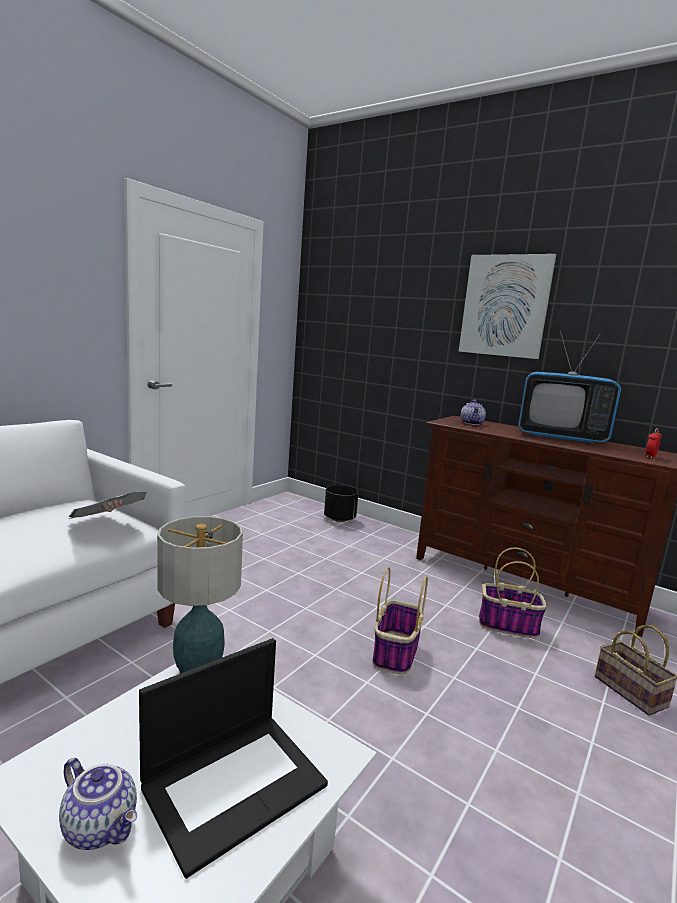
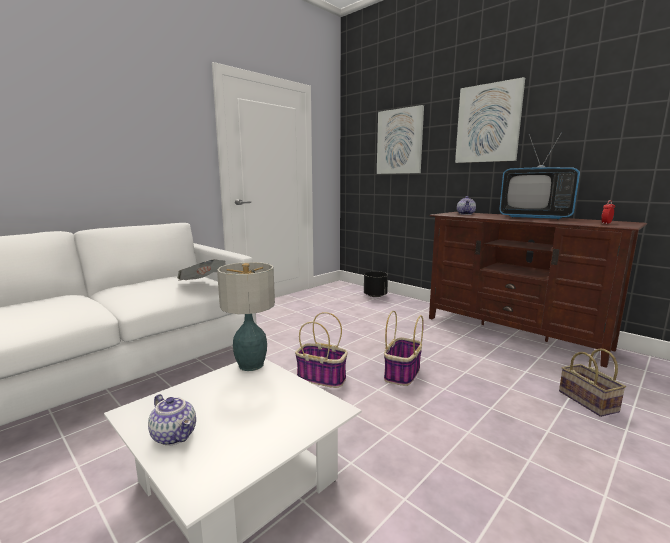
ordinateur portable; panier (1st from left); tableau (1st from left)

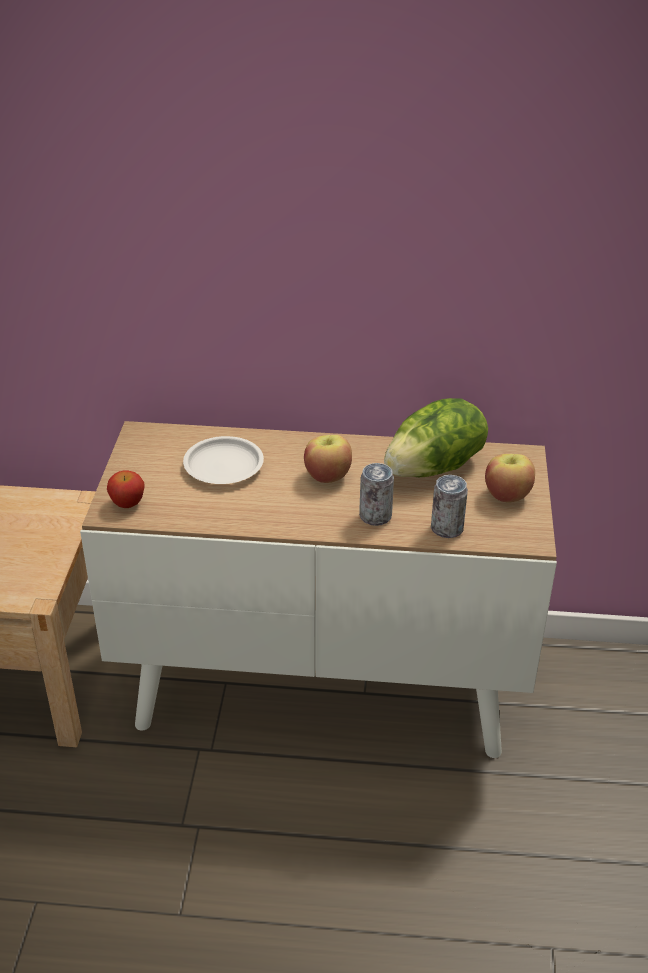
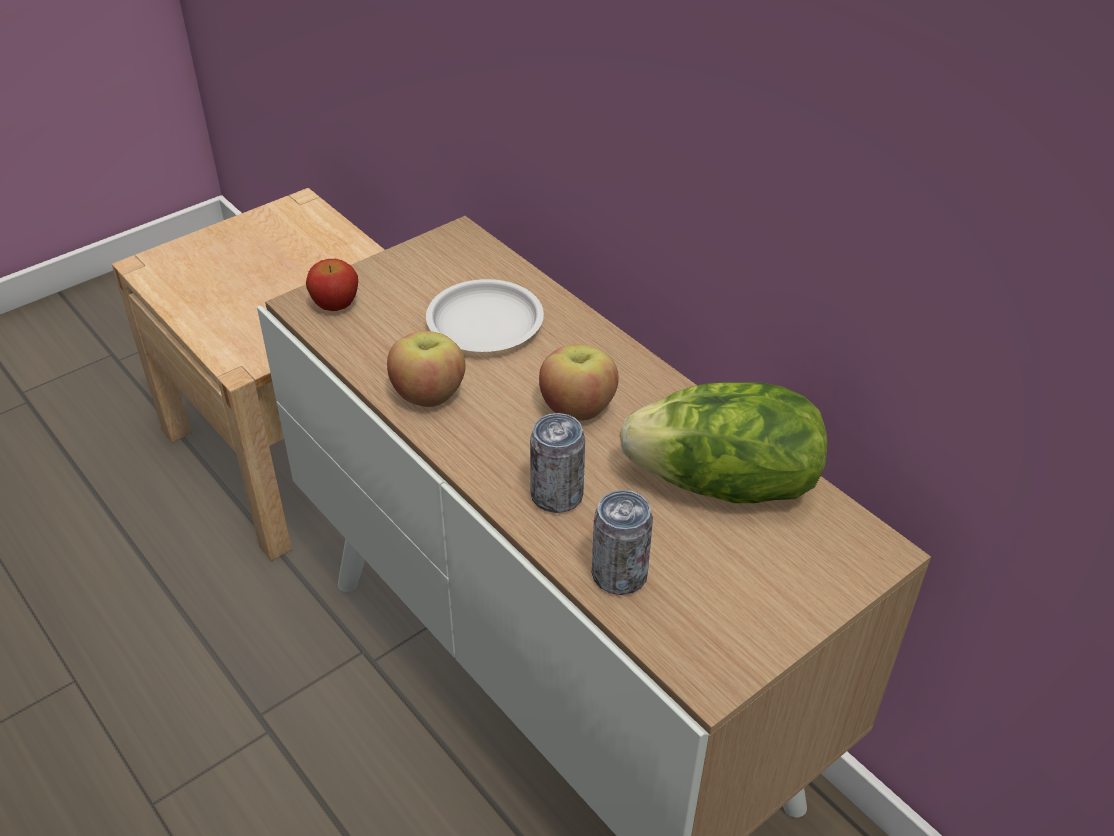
pomme (2nd from left)

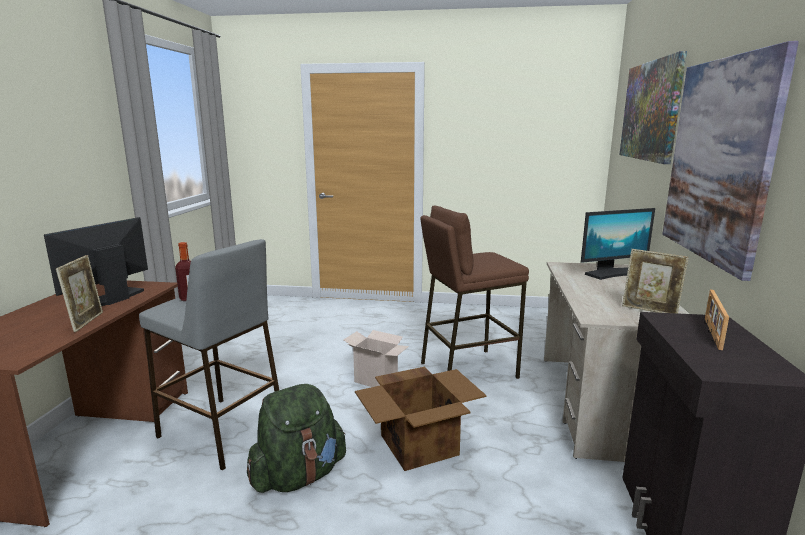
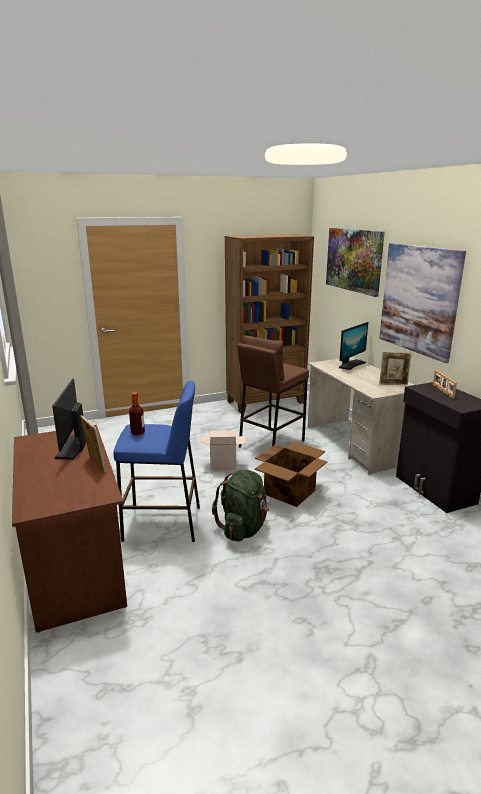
tabouret [bleu]; bibliothèque [marron]

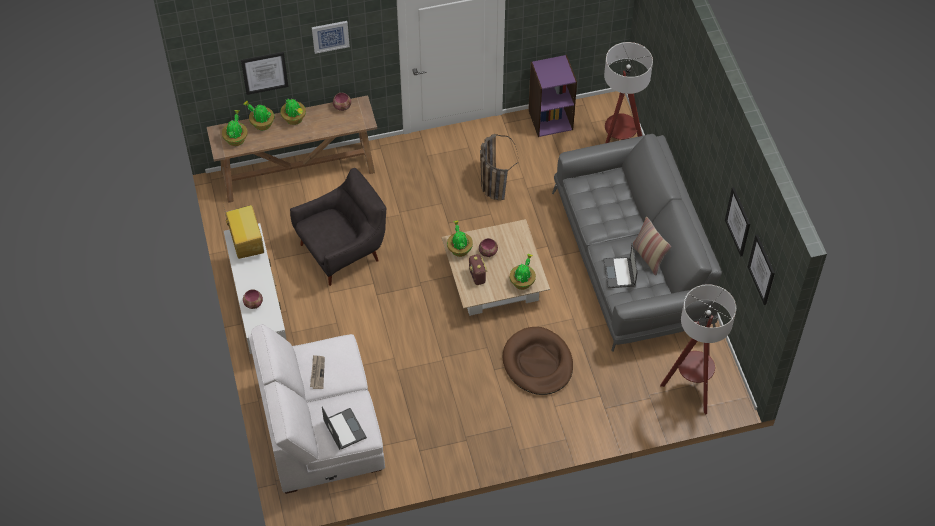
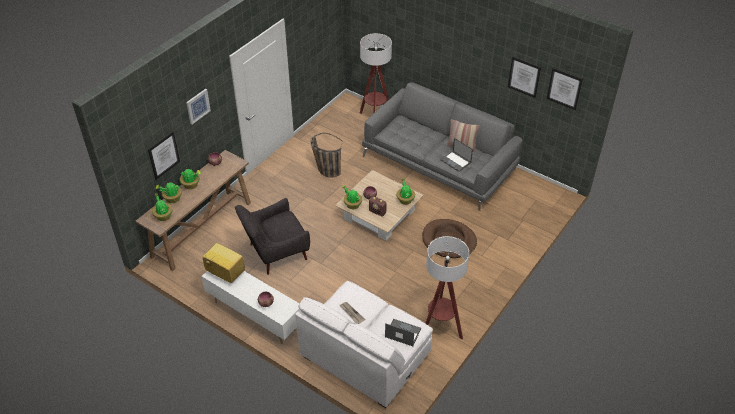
fauteuil [gris]; bibliothèque [violet]; lampadaire (2nd from left)

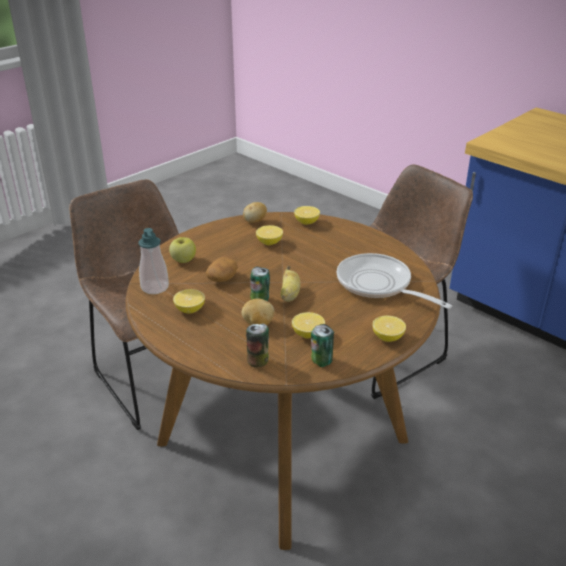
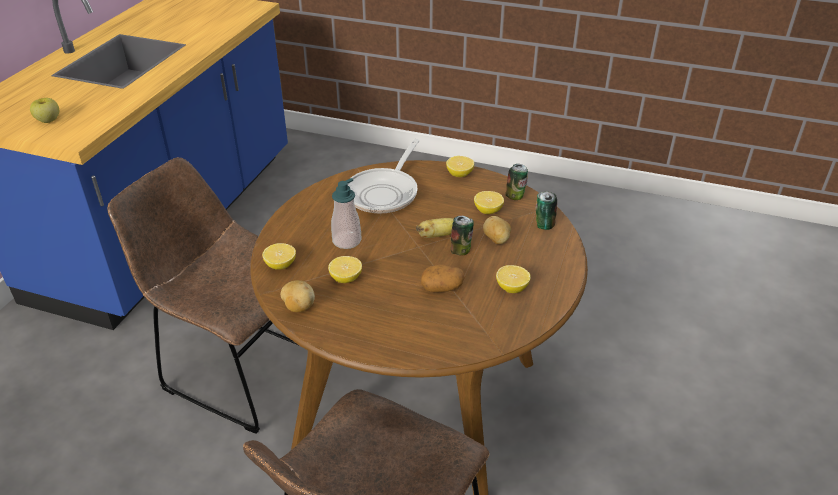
distributeur de savon; pomme

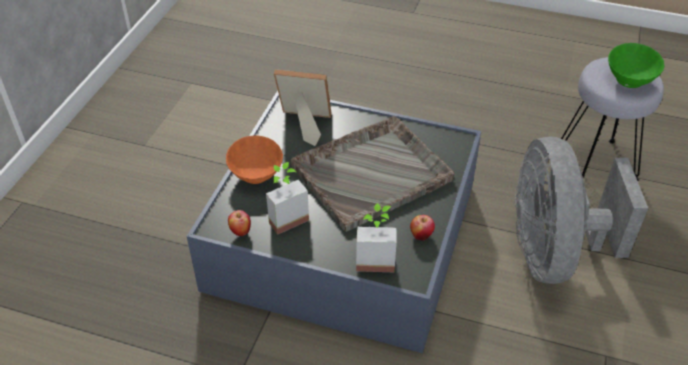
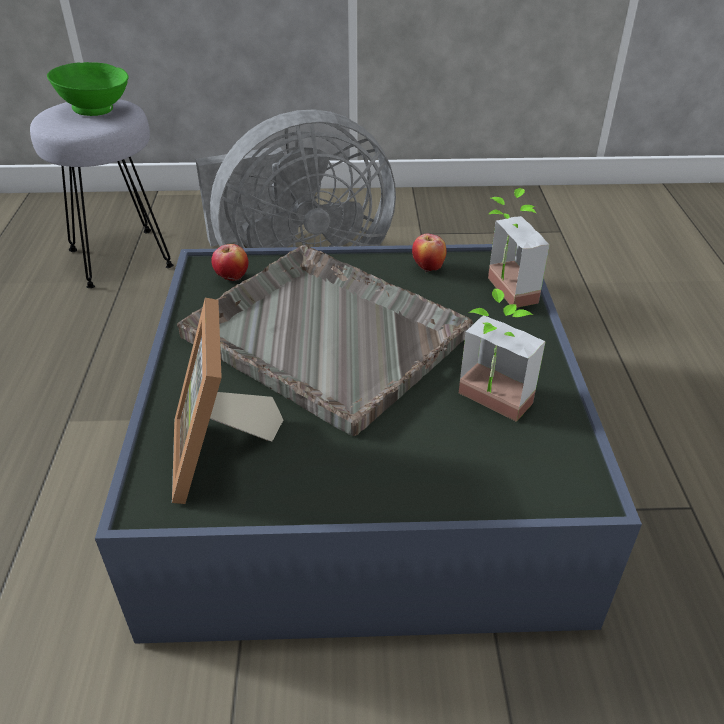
bol [orange]; pomme (1st from left)

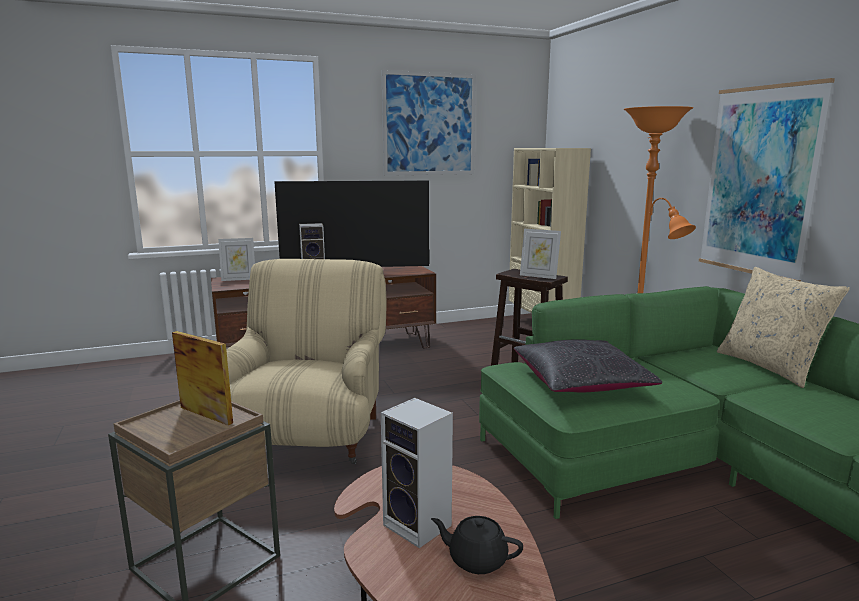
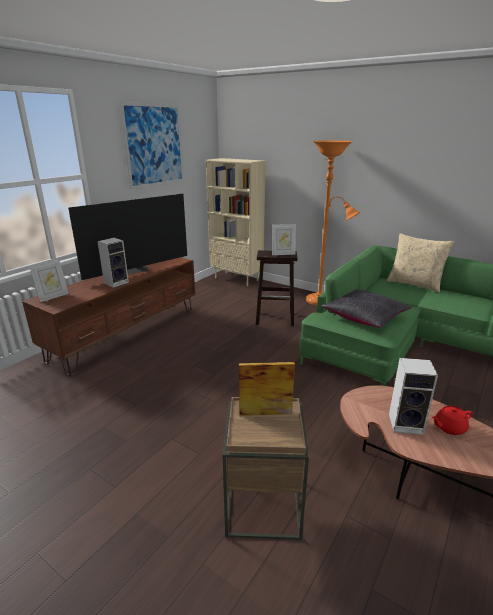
fauteuil [beige]; théière [rouge]; tableau (2nd from left in the first image)

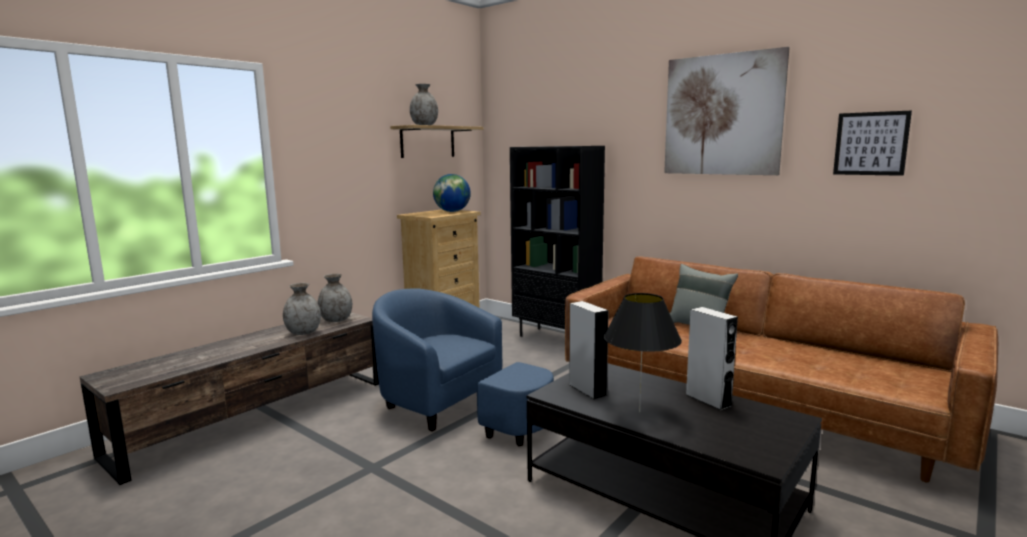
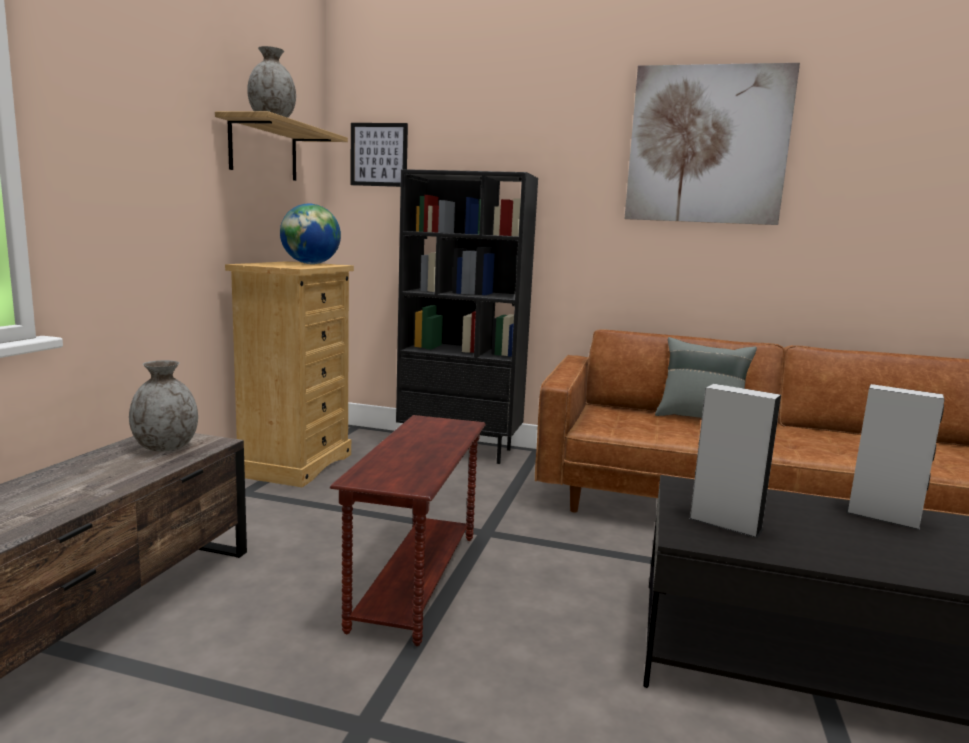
vase [gris] (1st from left in the first image); table d'appoint [marron]; lampe de table [noir]; tableau (1st from left)

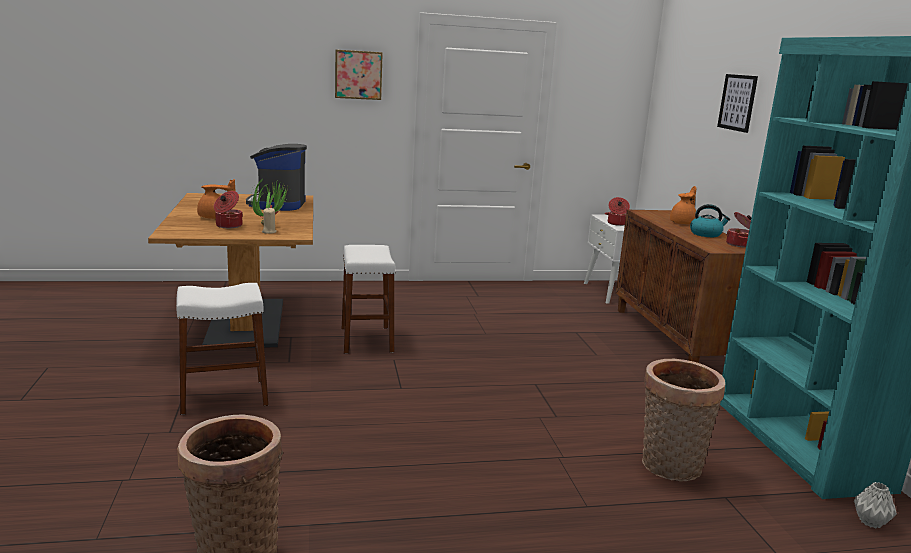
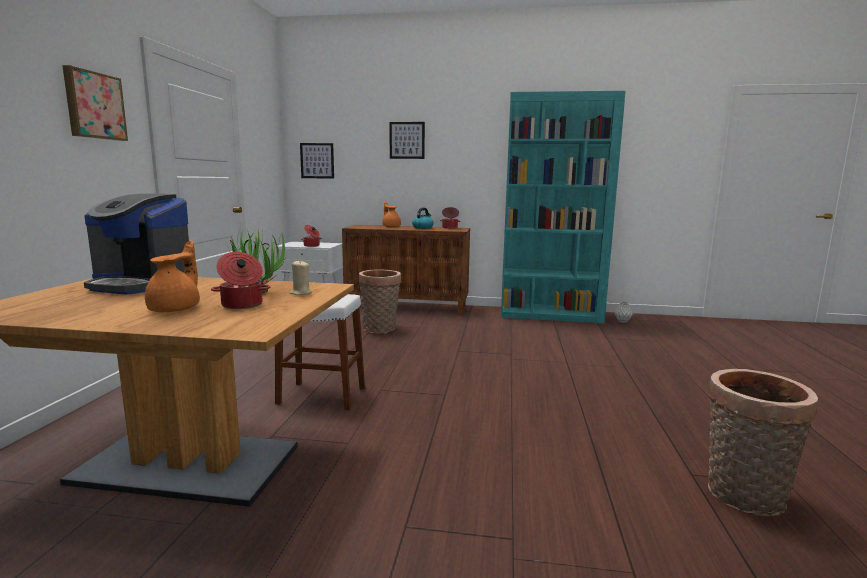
tabouret [blanc] (1st from left in the first image); panier (1st from left); tableau (2nd from left)

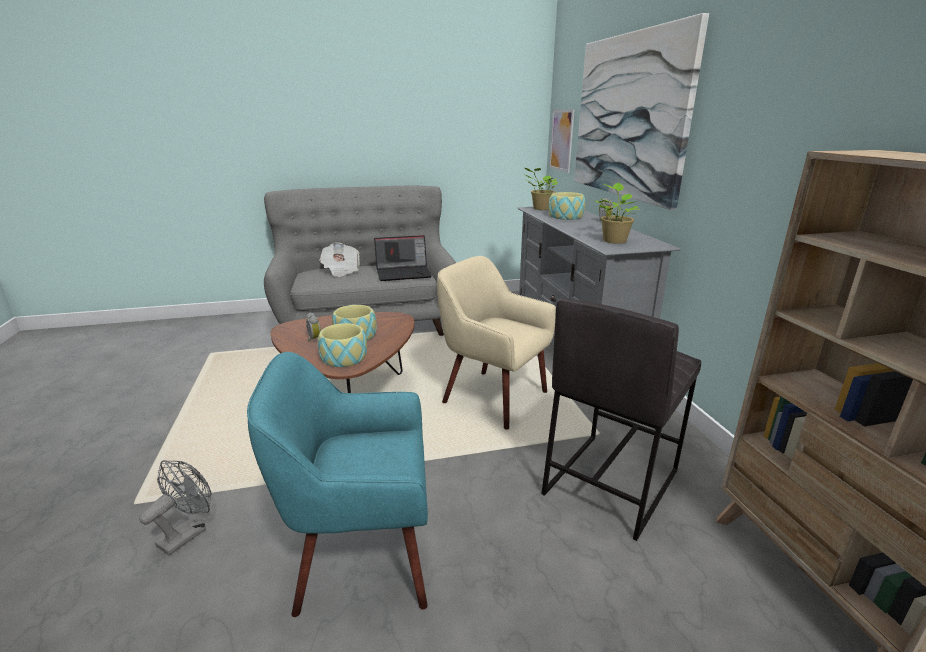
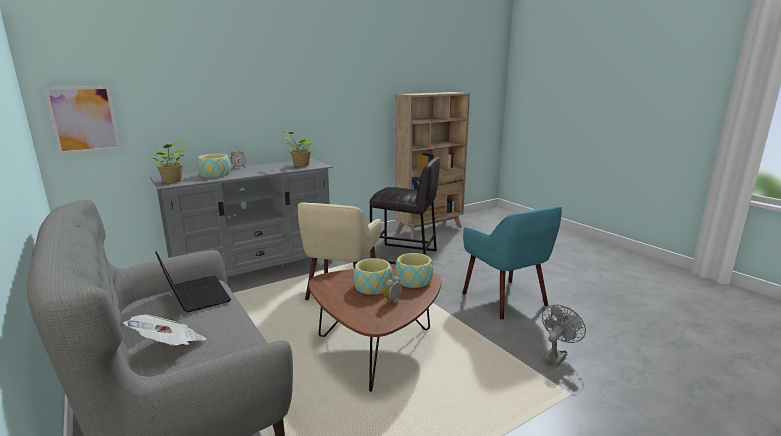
ventilateur [gris]; tableau (2nd from left in the first image)

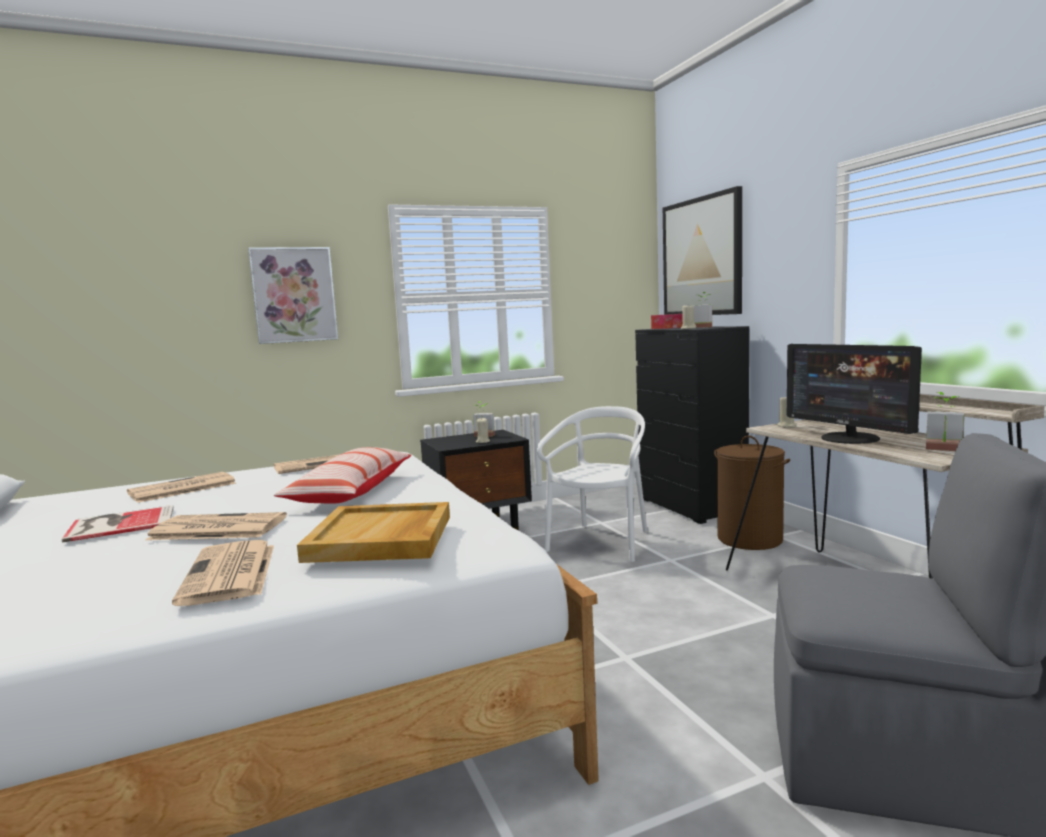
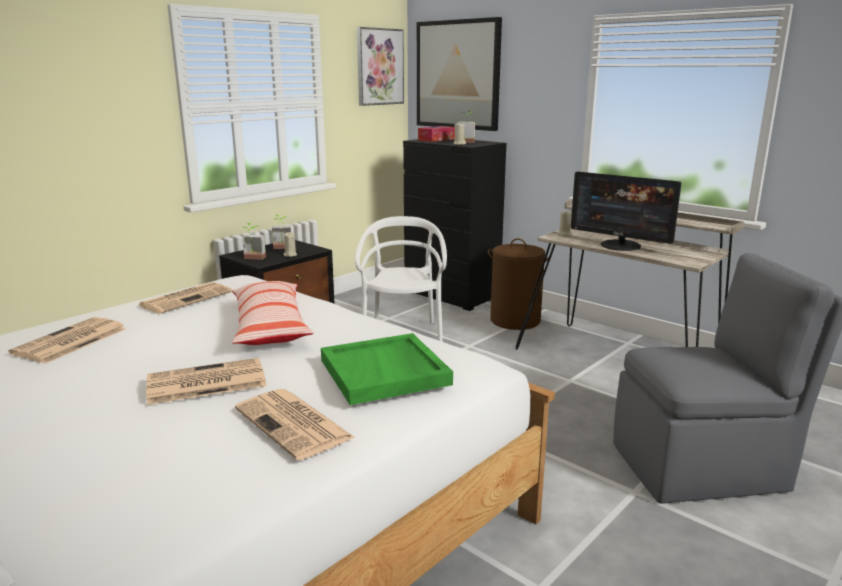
livre; tableau (1st from left); plateau [vert]; plante en pot (1st from left)

